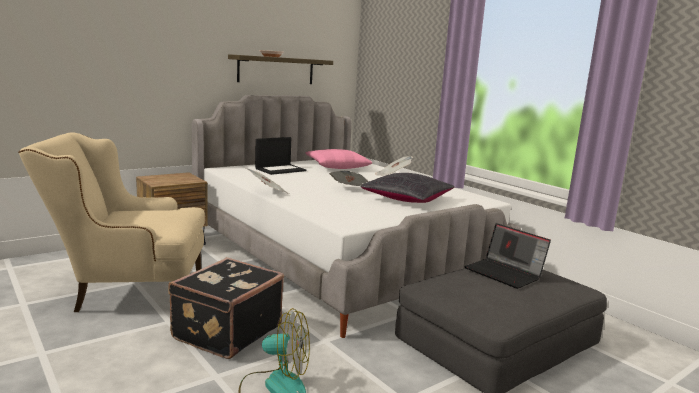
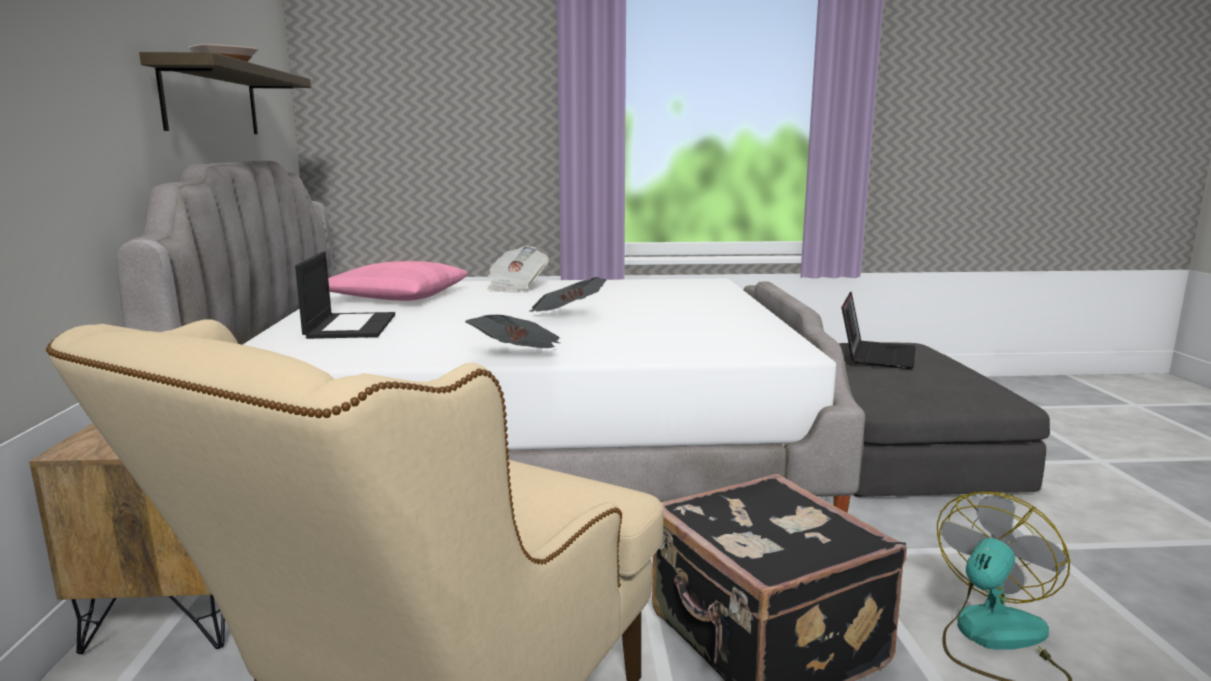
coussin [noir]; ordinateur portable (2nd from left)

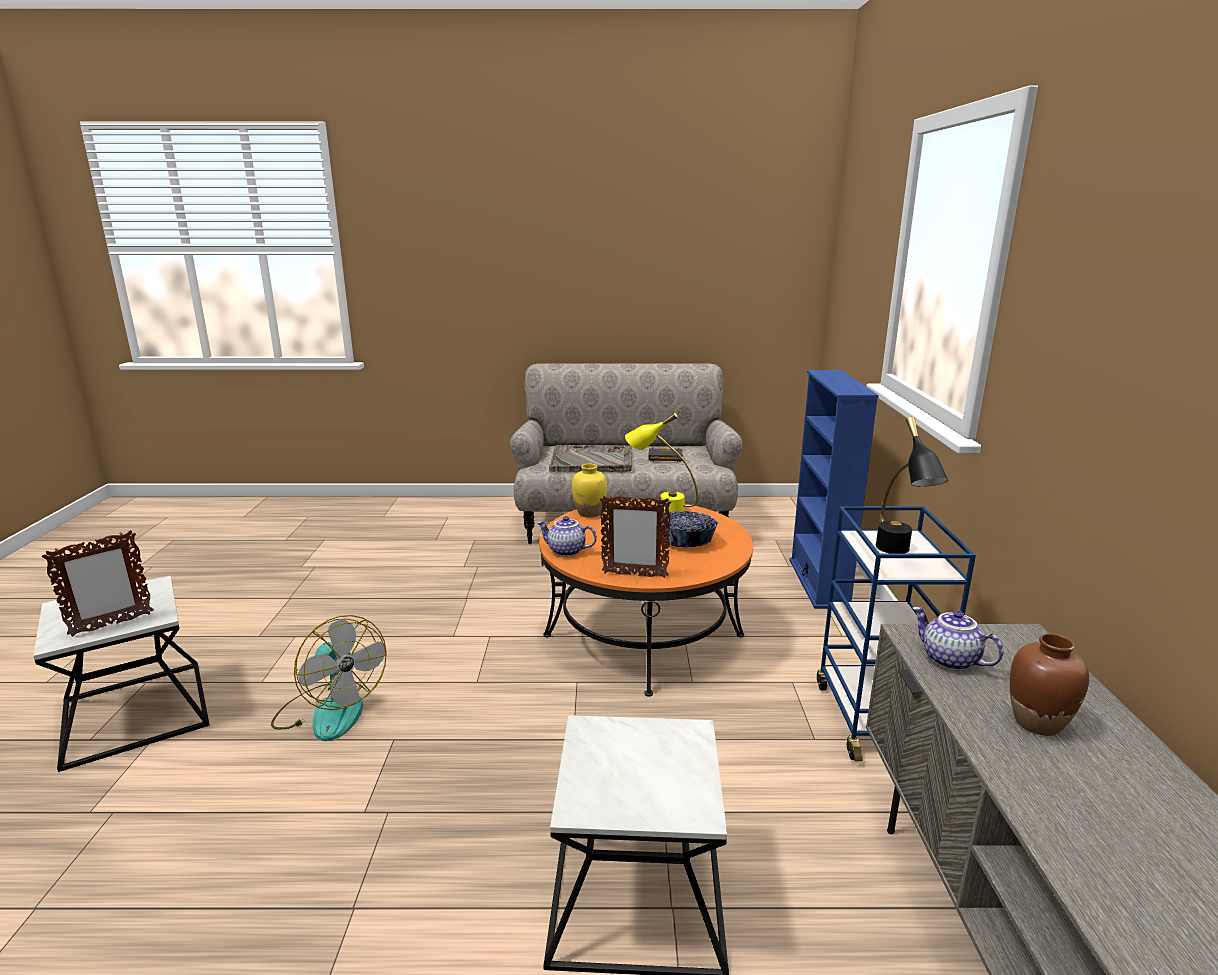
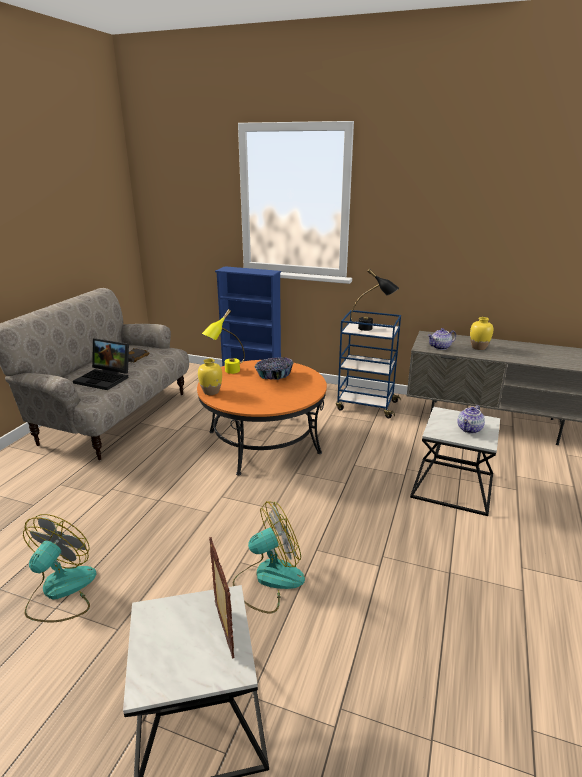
théière (2nd from left); ordinateur portable; cadre photo (2nd from left in the first image); vase [jaune] (2nd from left); ventilateur (1st from left)

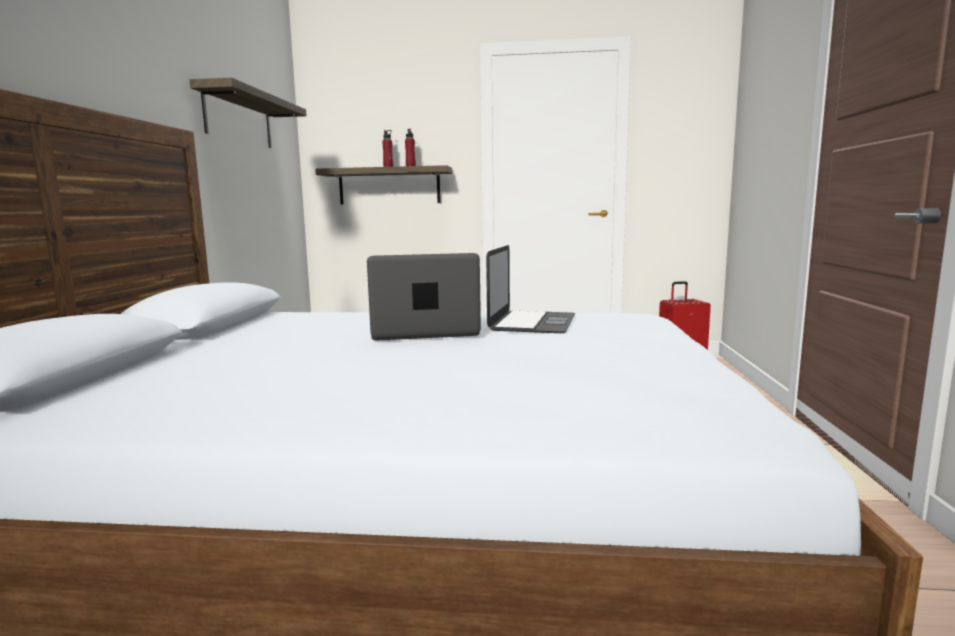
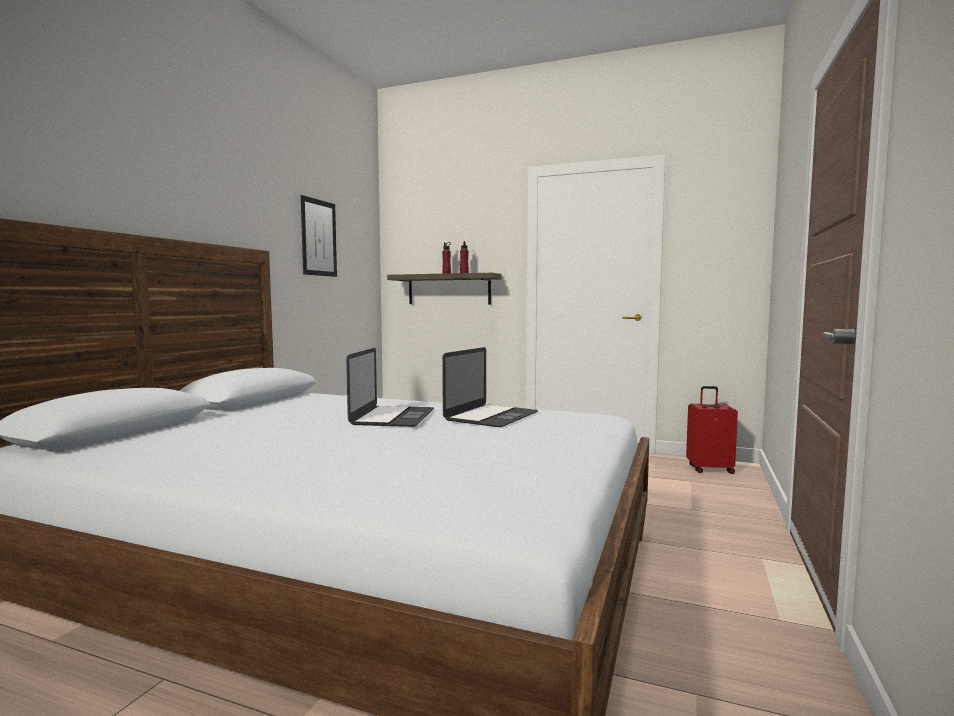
tableau; ordinateur portable (1st from left)

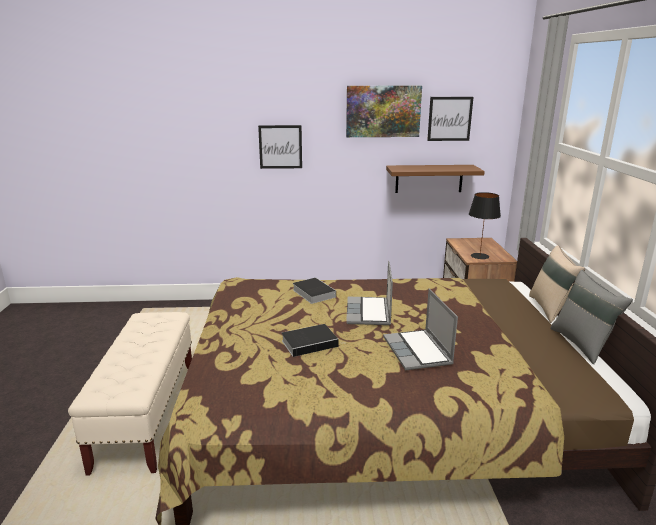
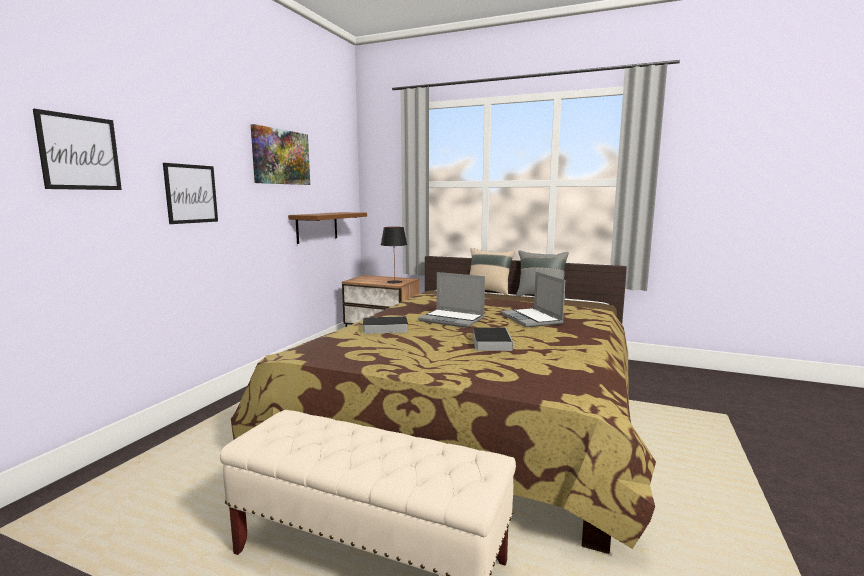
ordinateur portable (2nd from left); tableau (1st from left)

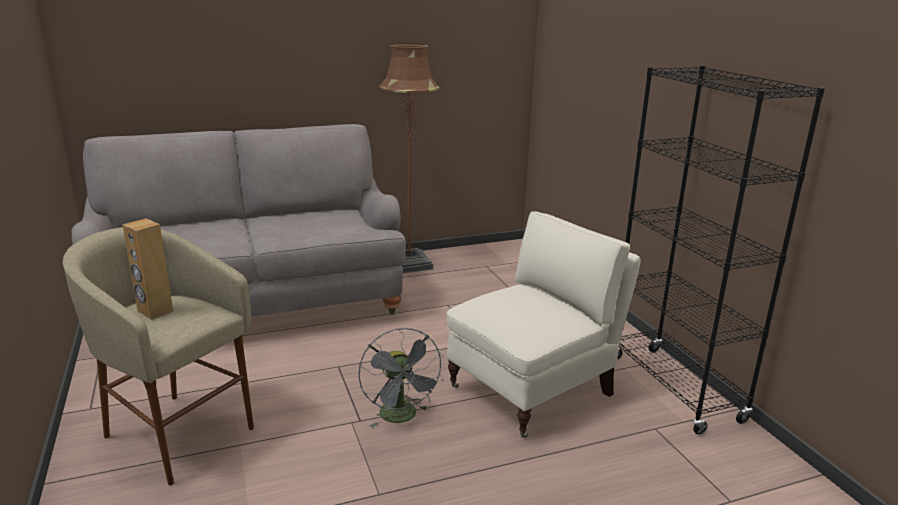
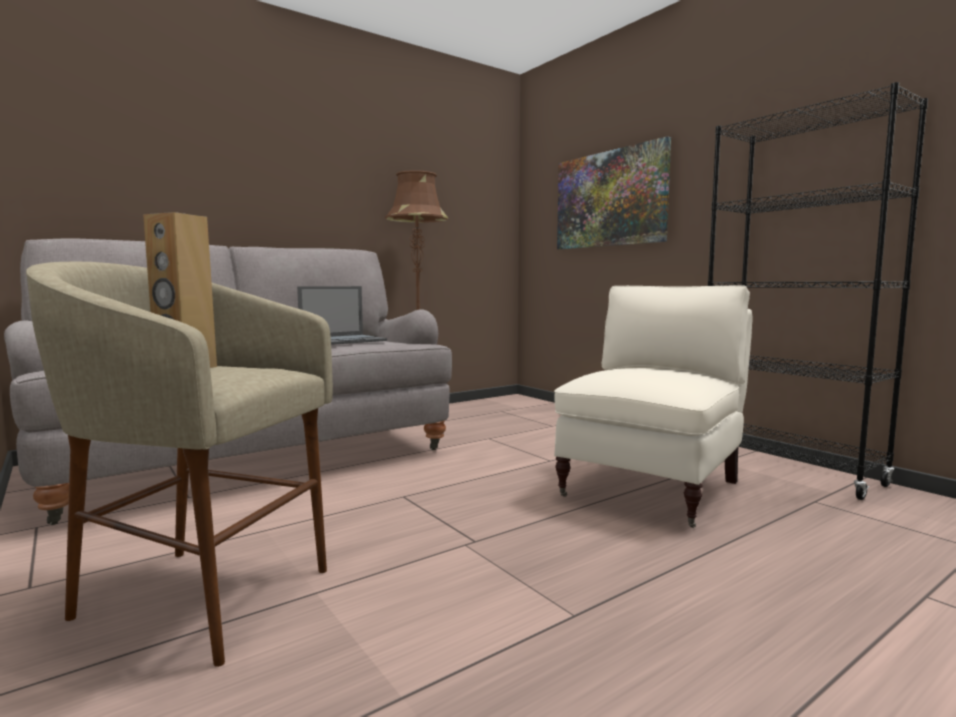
ventilateur [gris]; ordinateur portable; tableau

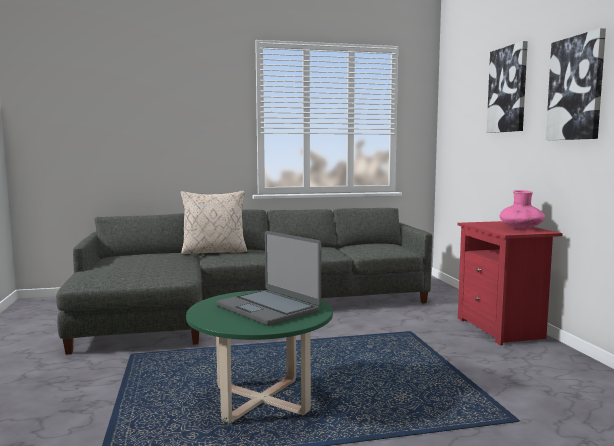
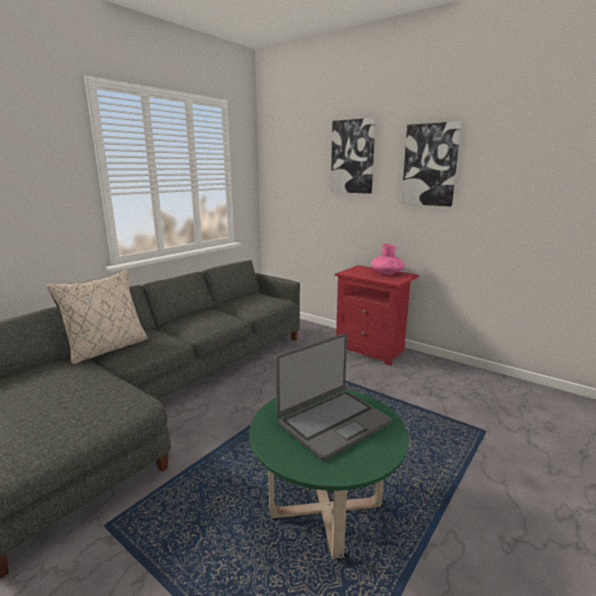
ordinateur portable

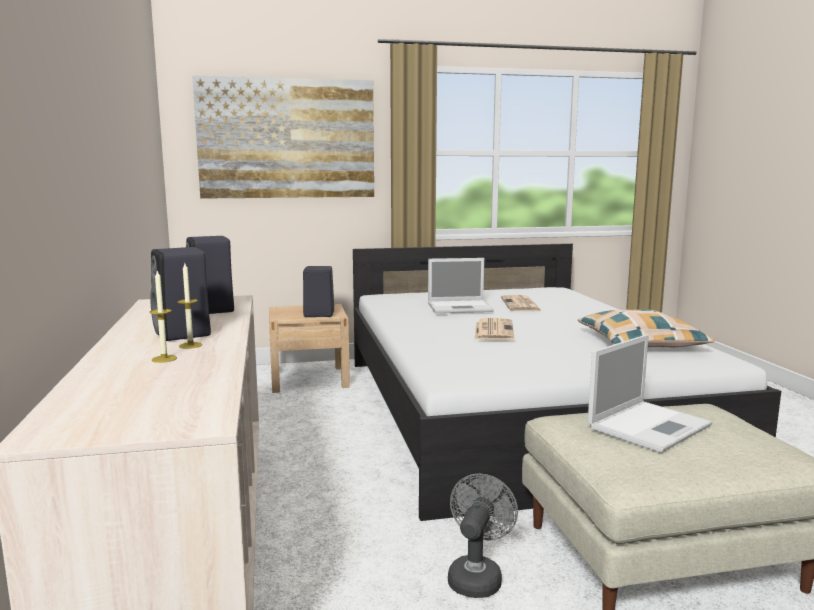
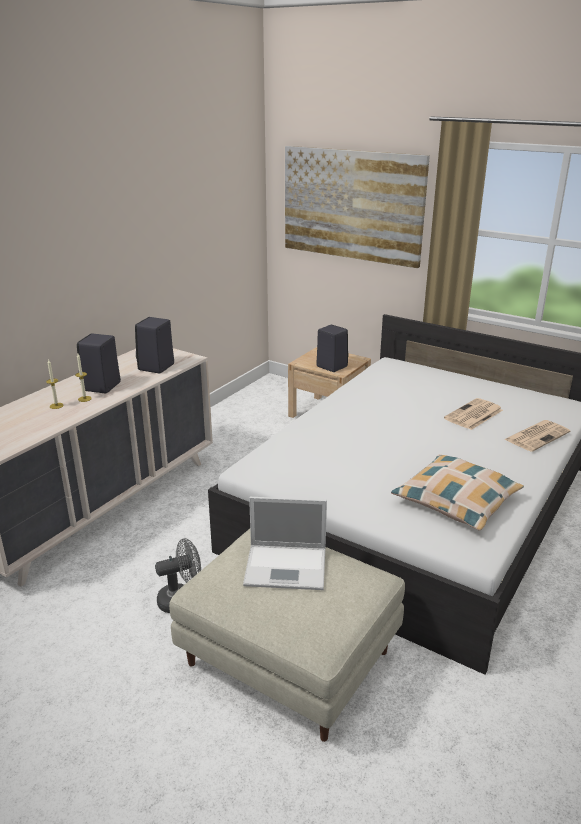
ordinateur portable (1st from left in the first image); journal (2nd from left)

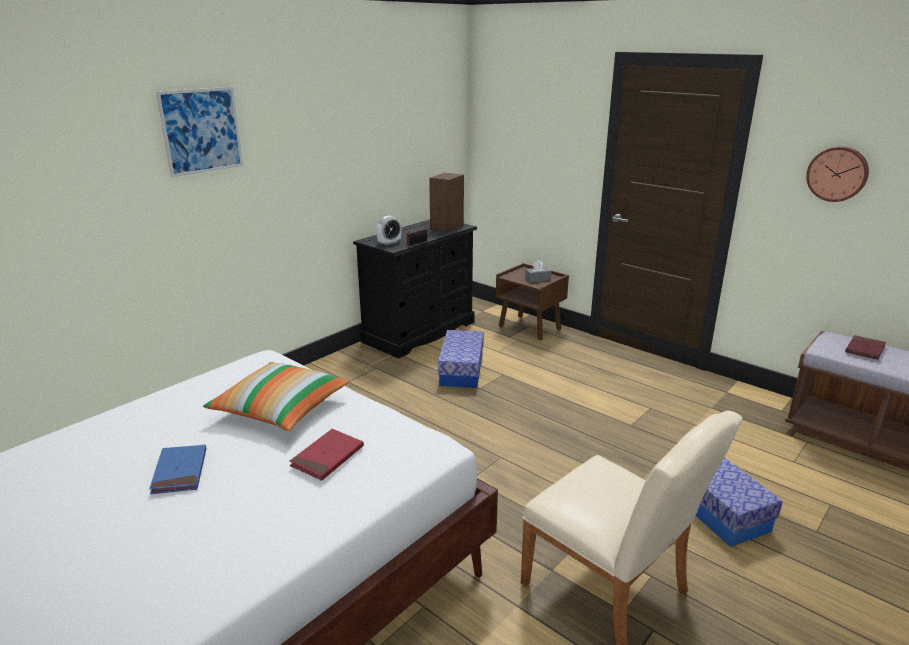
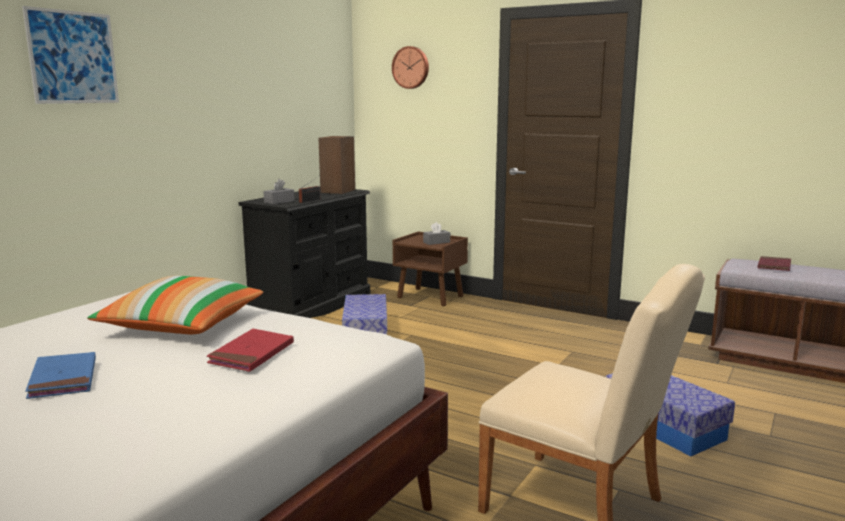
boîte à mouchoirs [gris] (1st from left); horloge murale

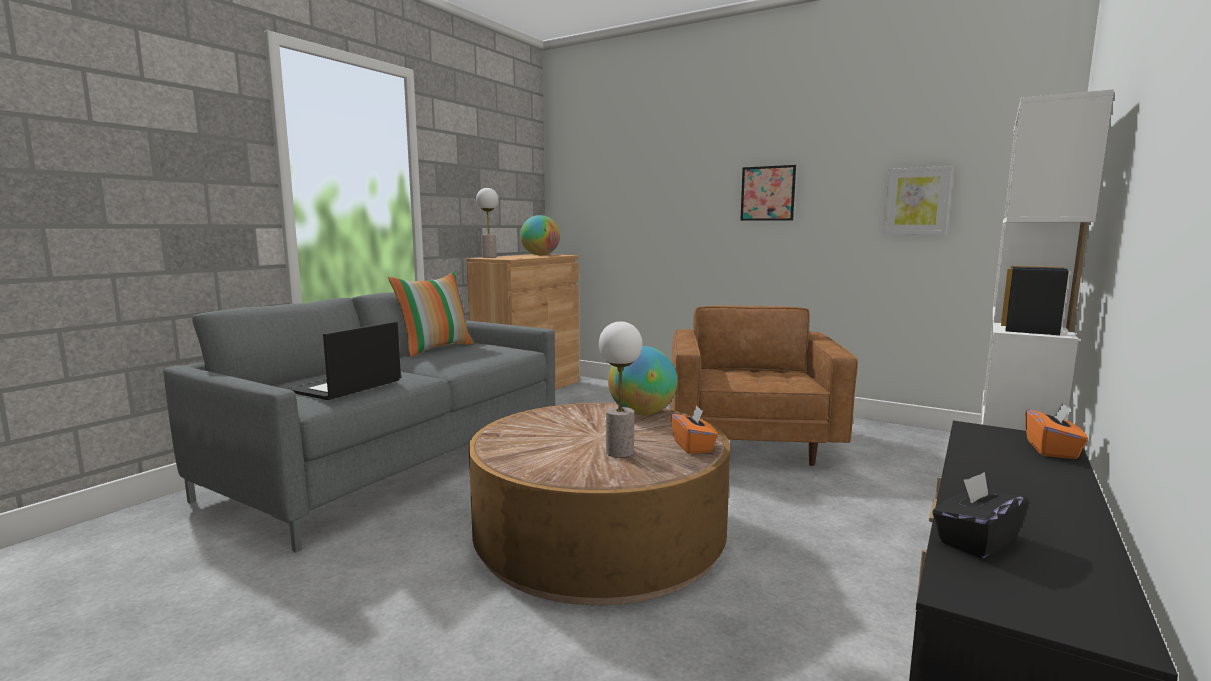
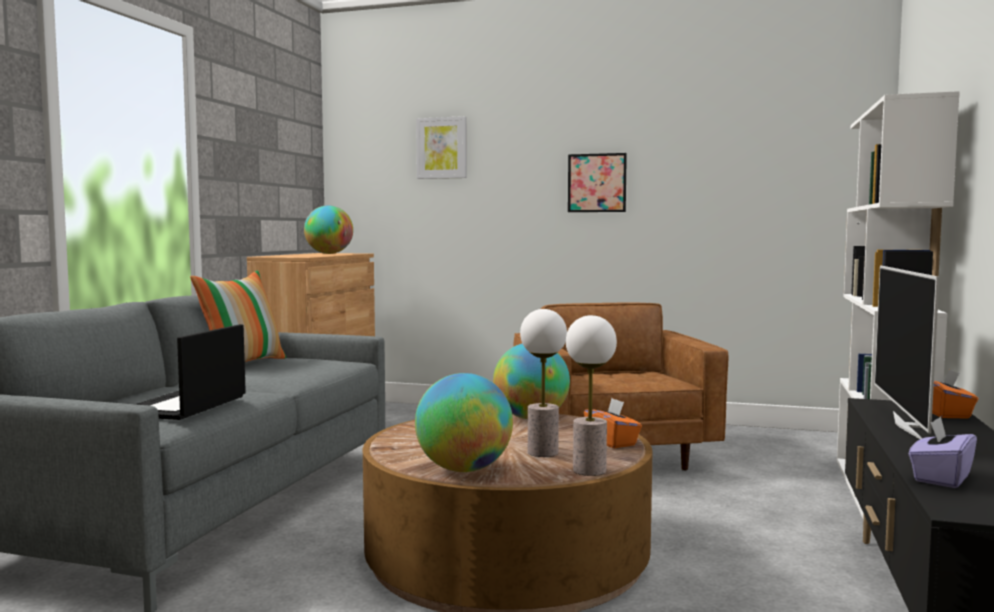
lampe de table (2nd from left); tableau (1st from left); boîte à mouchoirs [violet]; globe (2nd from left); téléviseur

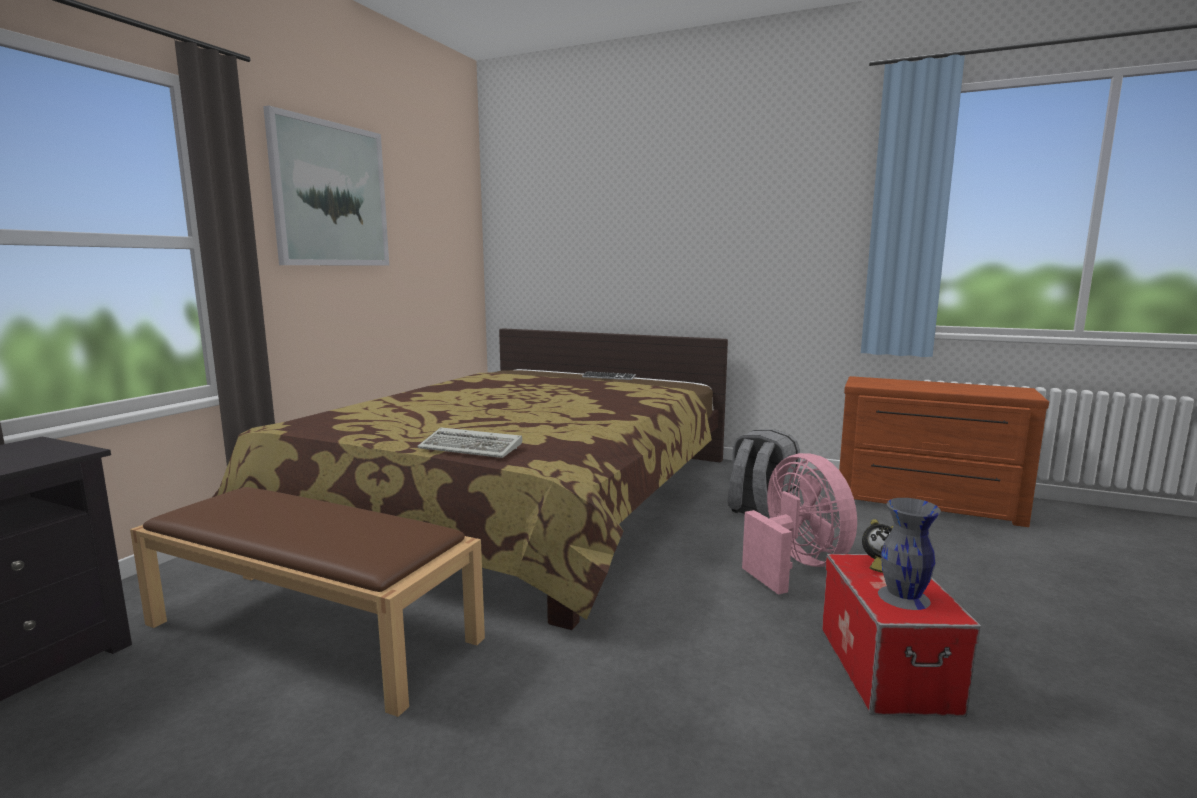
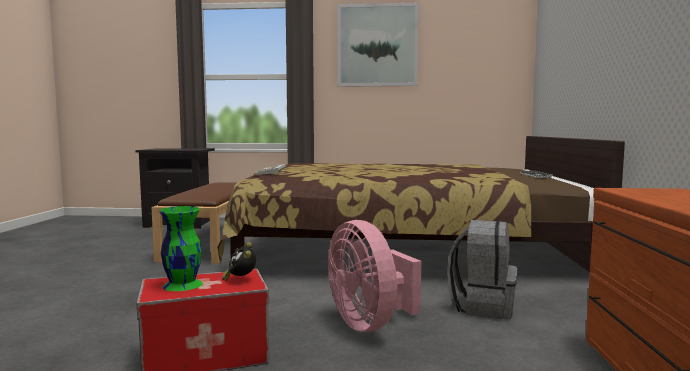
ventilateur [rose]; vase [vert]

